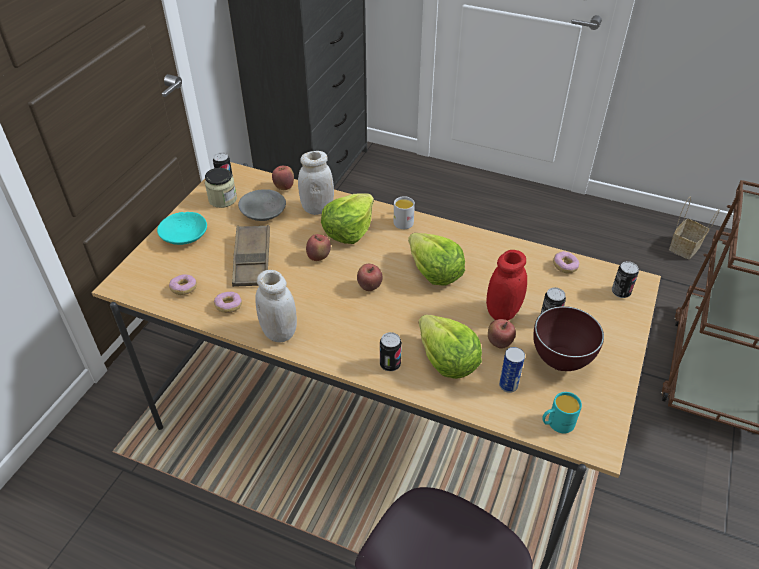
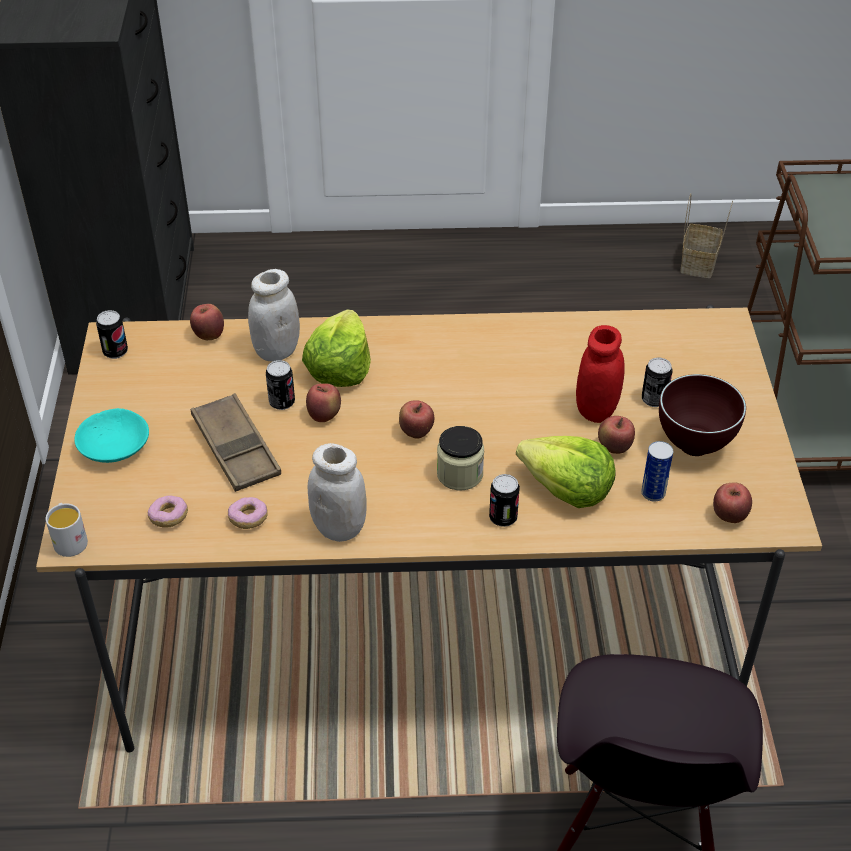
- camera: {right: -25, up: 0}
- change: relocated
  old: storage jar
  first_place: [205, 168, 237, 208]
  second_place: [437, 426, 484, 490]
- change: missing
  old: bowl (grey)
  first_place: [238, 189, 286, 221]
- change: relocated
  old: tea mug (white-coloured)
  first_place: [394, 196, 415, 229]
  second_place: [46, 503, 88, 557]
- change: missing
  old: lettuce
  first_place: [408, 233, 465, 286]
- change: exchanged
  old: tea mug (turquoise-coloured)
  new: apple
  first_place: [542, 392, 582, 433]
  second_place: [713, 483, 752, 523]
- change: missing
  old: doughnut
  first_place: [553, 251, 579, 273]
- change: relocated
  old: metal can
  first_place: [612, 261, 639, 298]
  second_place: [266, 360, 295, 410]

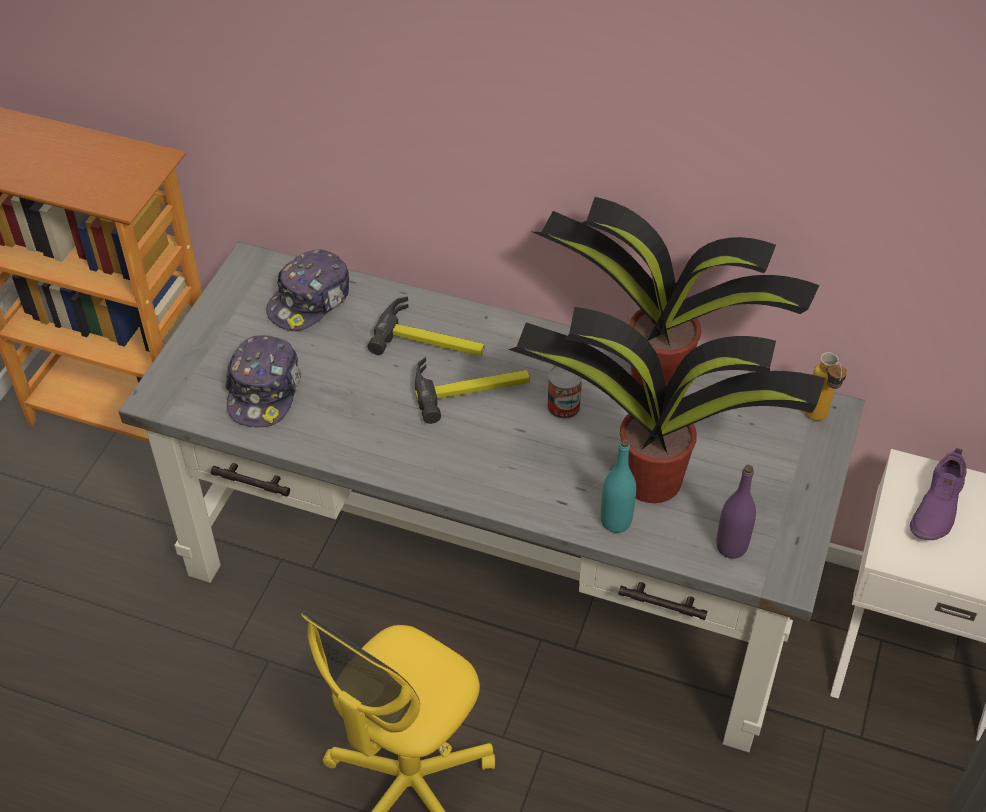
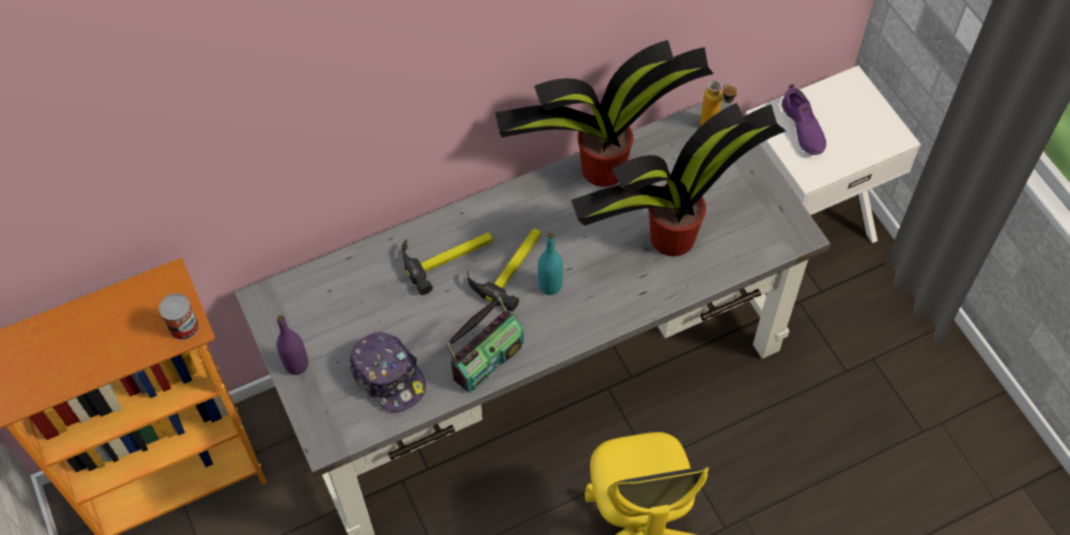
- camera: {right: -45, up: 10}
- change: missing
  old: cap
  first_place: [266, 249, 349, 331]
- change: relocated
  old: metal can
  first_place: [547, 366, 582, 419]
  second_place: [159, 293, 199, 340]
- change: relocated
  old: beverage bottle (turquoise-coloured)
  first_place: [601, 439, 636, 533]
  second_place: [538, 233, 563, 295]
- change: relocated
  old: beverage bottle (purple)
  first_place: [716, 465, 756, 559]
  second_place: [277, 315, 308, 375]
- change: appeared
  new: radio receiver
  second_place: [446, 297, 524, 393]

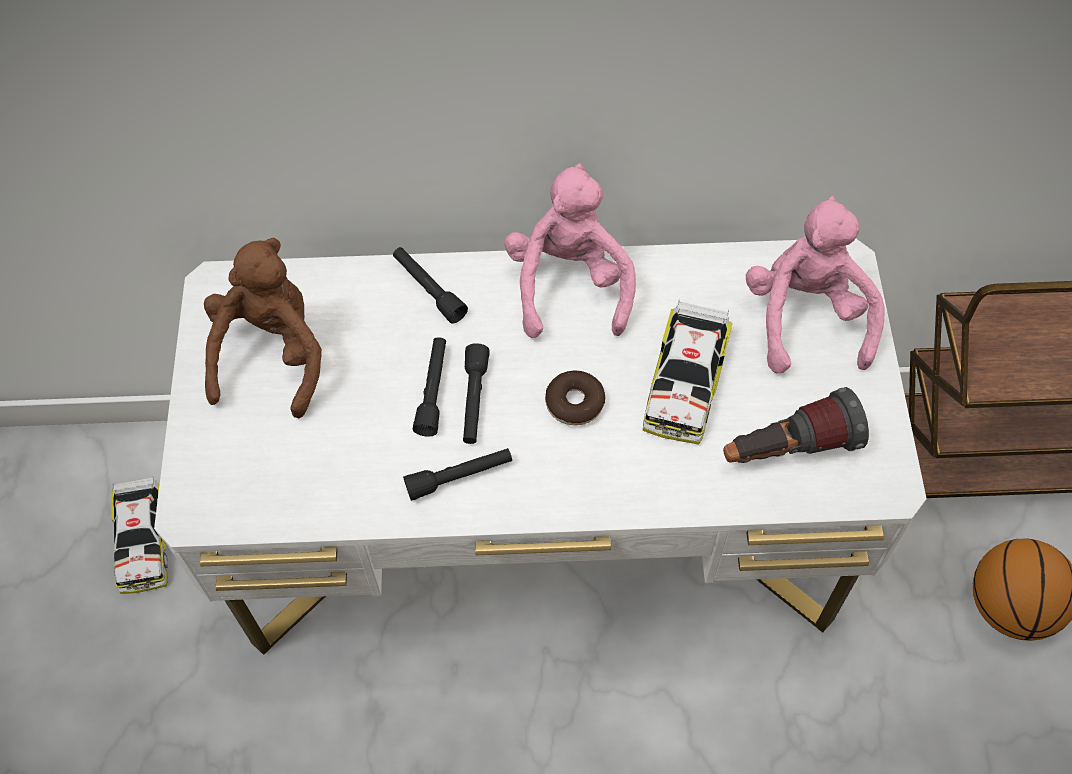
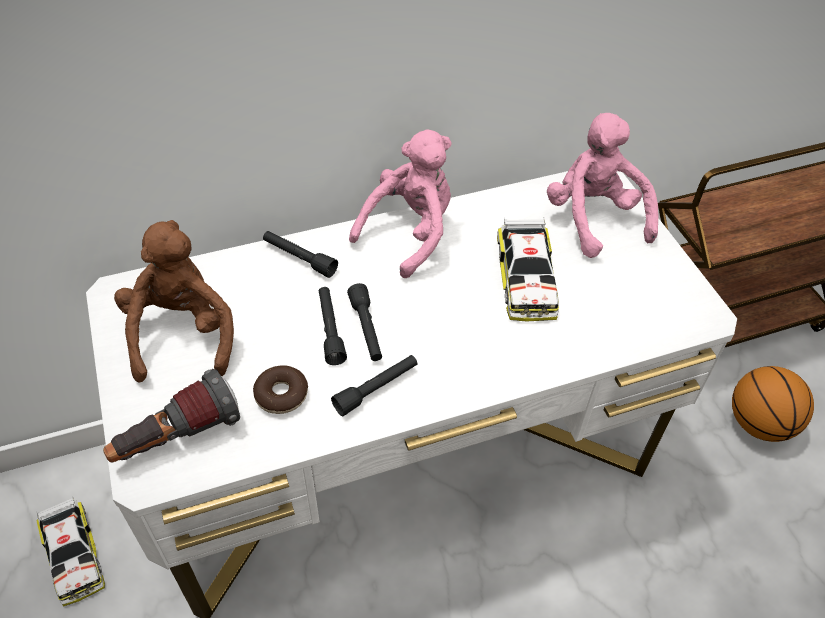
- camera: {right: -20, up: -10}
- change: spun
  old: soft toy (pinkish)
  first_place: [504, 163, 636, 338]
  second_place: [349, 129, 452, 278]
  degrees: 60
- change: relocated
  old: doughnut
  first_place: [545, 371, 605, 425]
  second_place: [253, 365, 308, 414]
- change: relocated
  old: hand torch
  first_place: [723, 387, 869, 463]
  second_place: [103, 369, 240, 462]

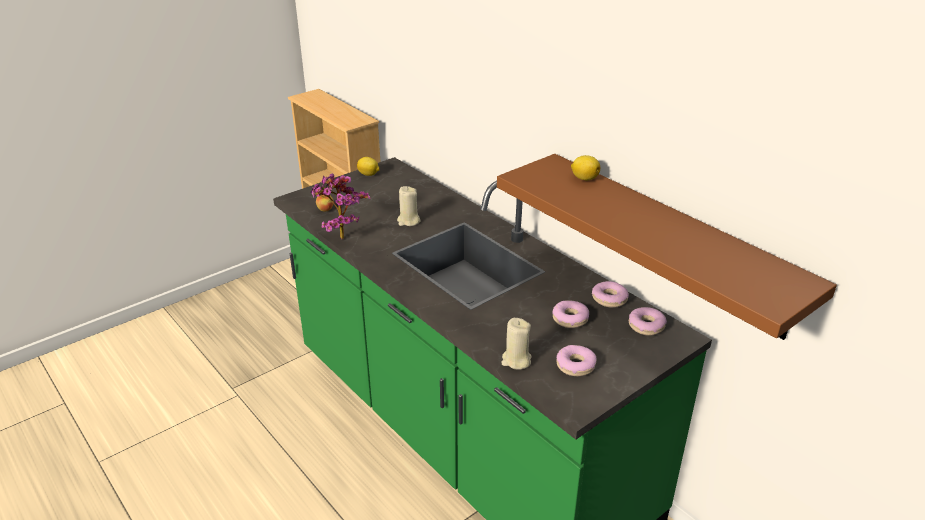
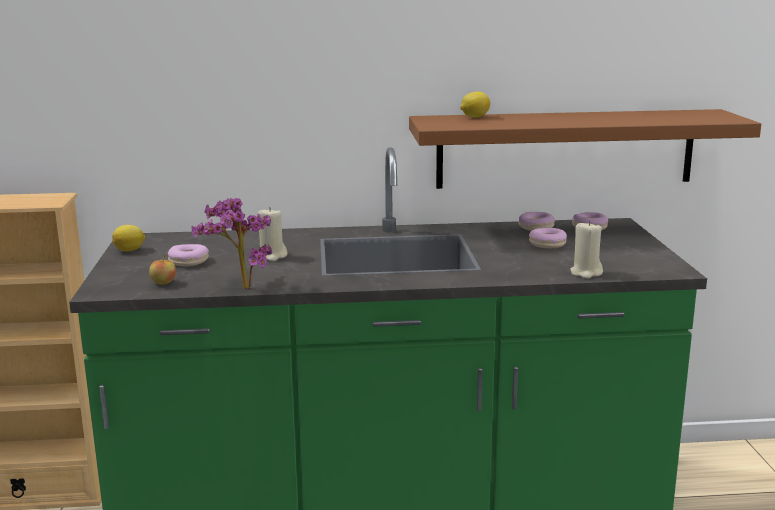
- camera: {right: -55, up: -15}
- change: relocated
  old: doughnut
  first_place: [556, 345, 597, 376]
  second_place: [168, 244, 209, 266]

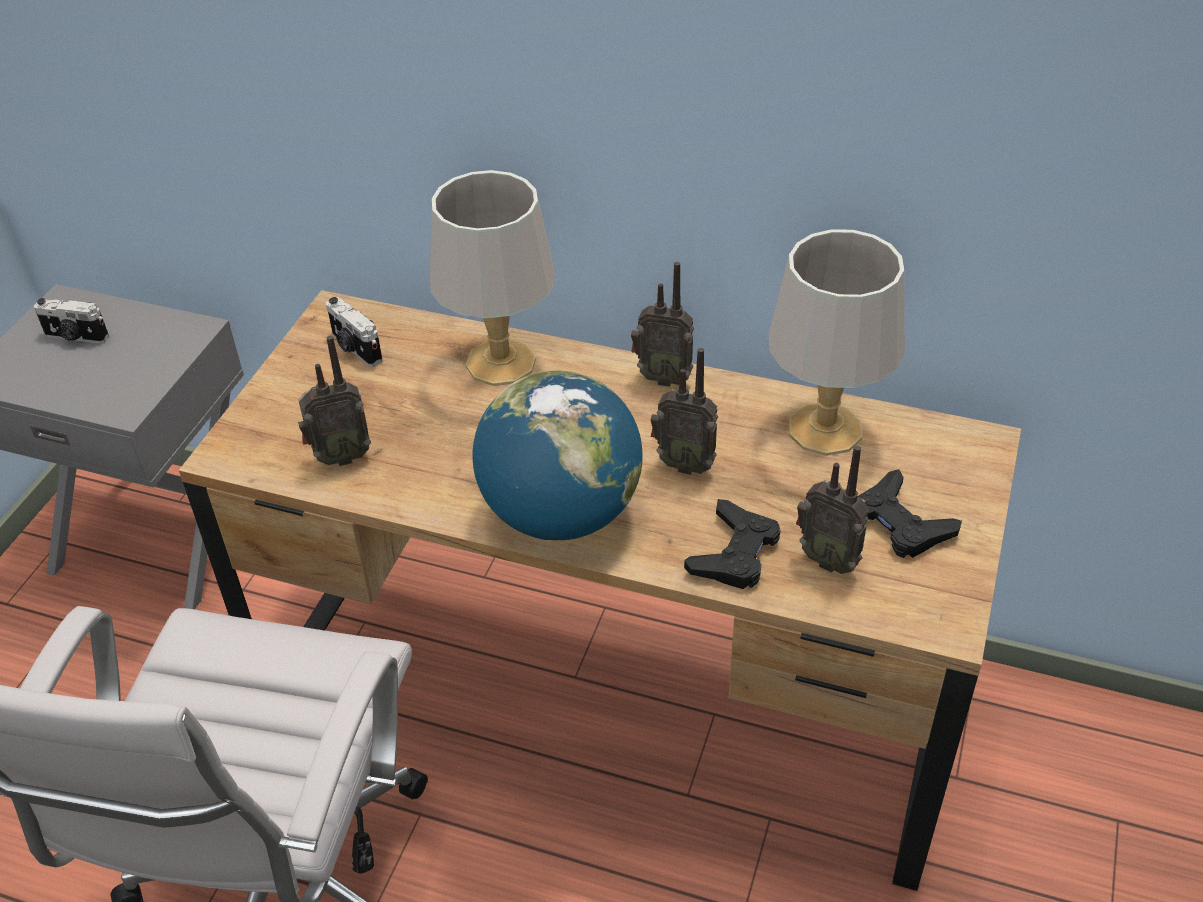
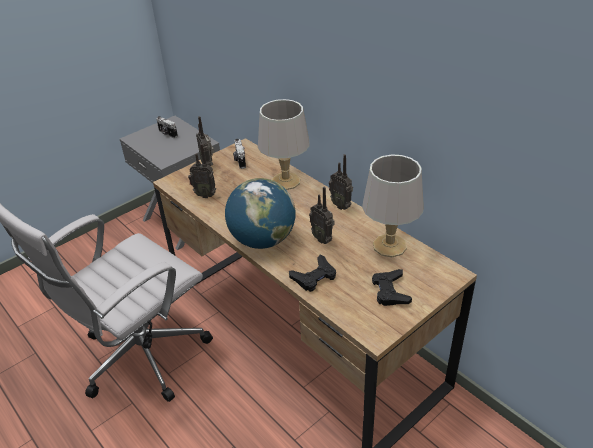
- camera: {right: 30, up: -5}
- change: relocated
  old: radio receiver
  first_place: [796, 445, 869, 574]
  second_place: [196, 116, 214, 166]

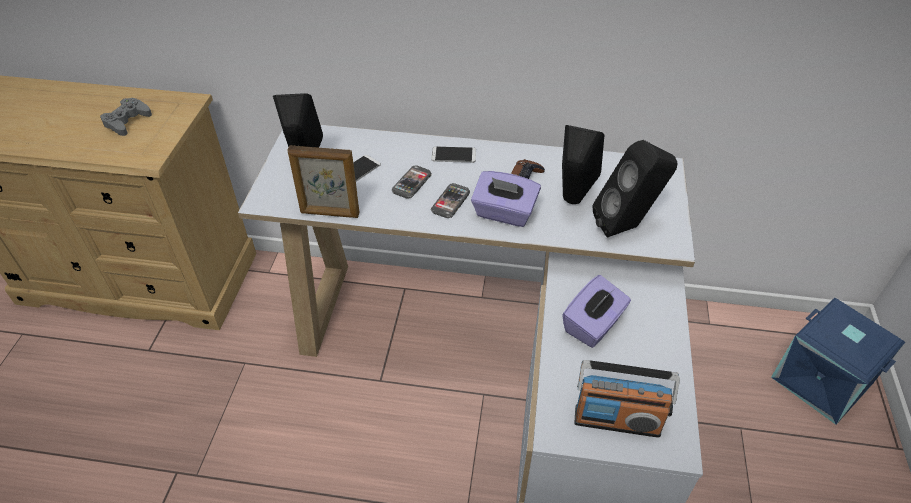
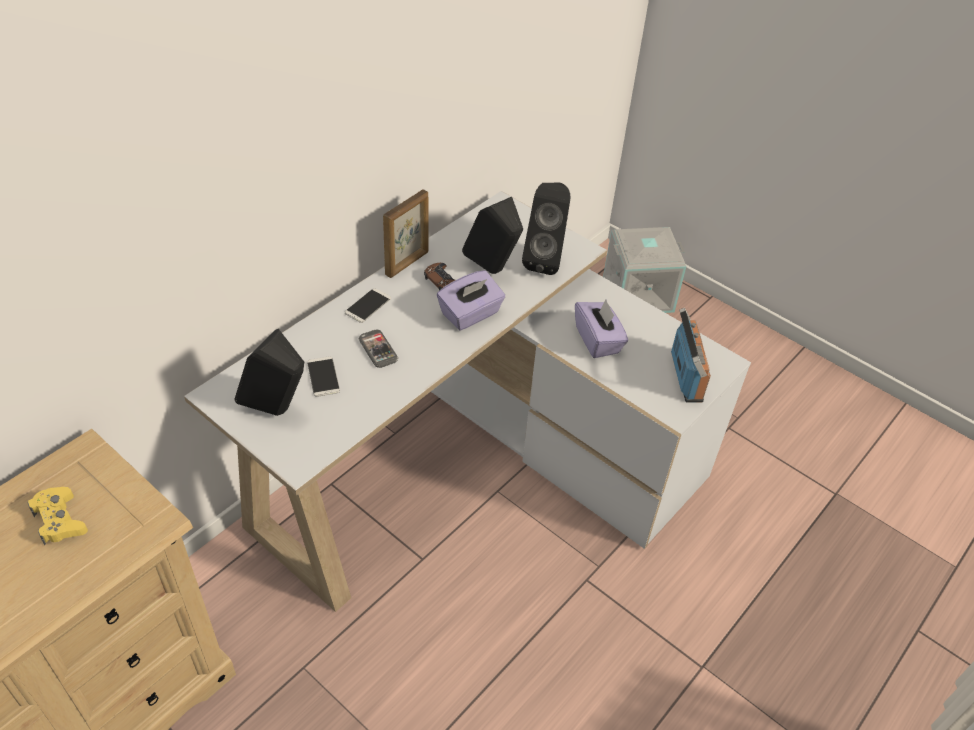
- camera: {right: -60, up: 0}
- change: colour
  old: game controller (grey)
  new: game controller (yellow)
  first_place: [100, 98, 152, 136]
  second_place: [27, 487, 88, 545]
- change: relocated
  old: photo frame
  first_place: [287, 145, 360, 218]
  second_place: [383, 189, 429, 278]
- change: missing
  old: phone
  first_place: [431, 183, 470, 218]
- change: spun
  old: radio receiver
  first_place: [574, 360, 680, 437]
  second_place: [671, 308, 711, 402]
  degrees: -45
- change: colour
  old: storage bin (blue)
  new: storage bin (grey)
  first_place: [771, 298, 905, 425]
  second_place: [603, 227, 687, 313]

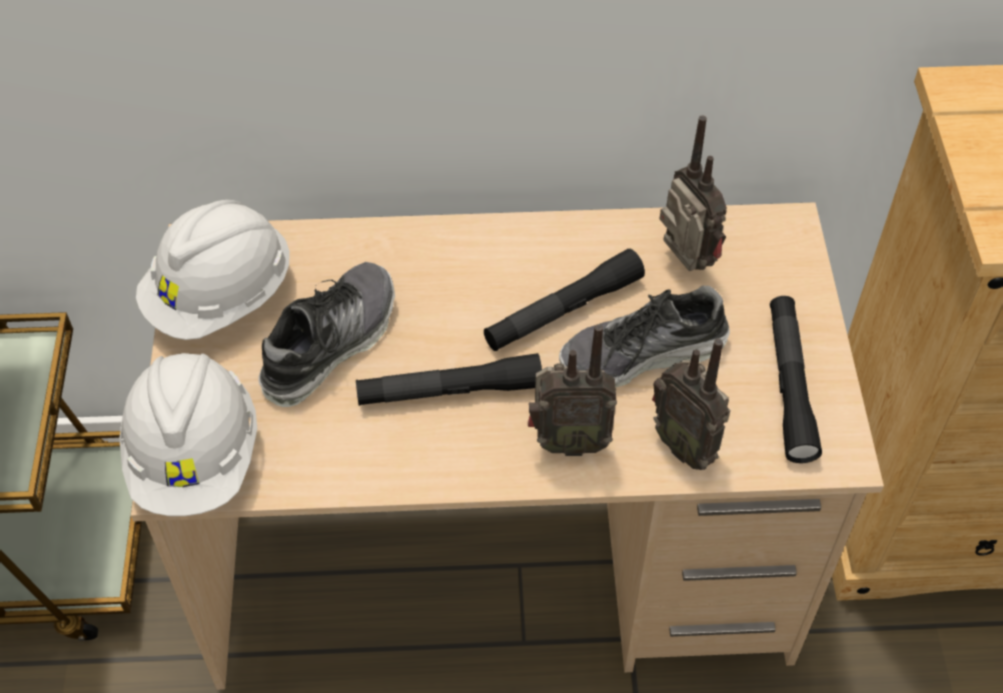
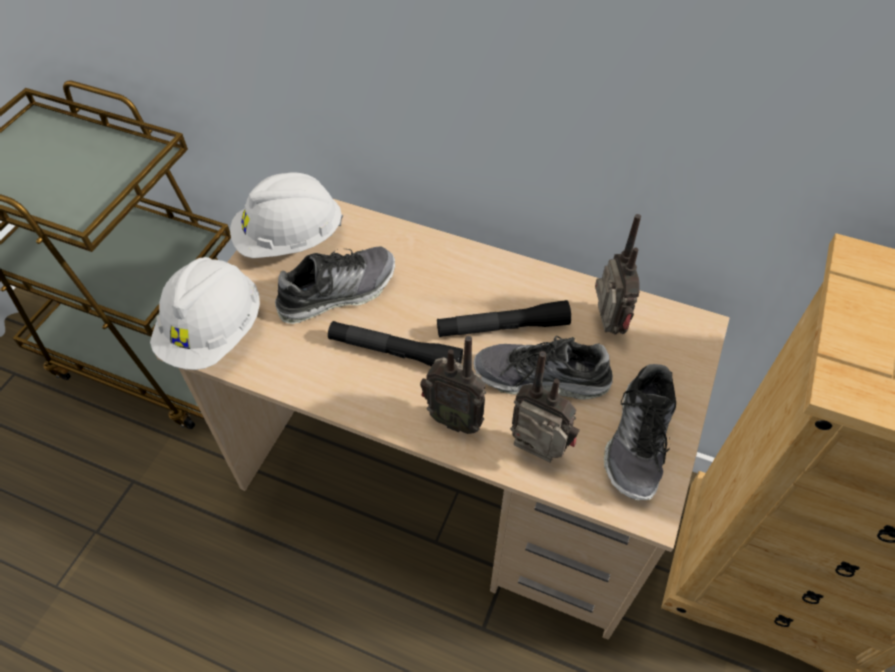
- camera: {right: 25, up: 0}
- change: spun
  old: radio receiver
  first_place: [652, 339, 730, 470]
  second_place: [510, 351, 580, 463]
  degrees: 135
- change: exchanged
  old: hand torch (black)
  new: shoe
  first_place: [770, 296, 822, 463]
  second_place: [604, 364, 676, 500]

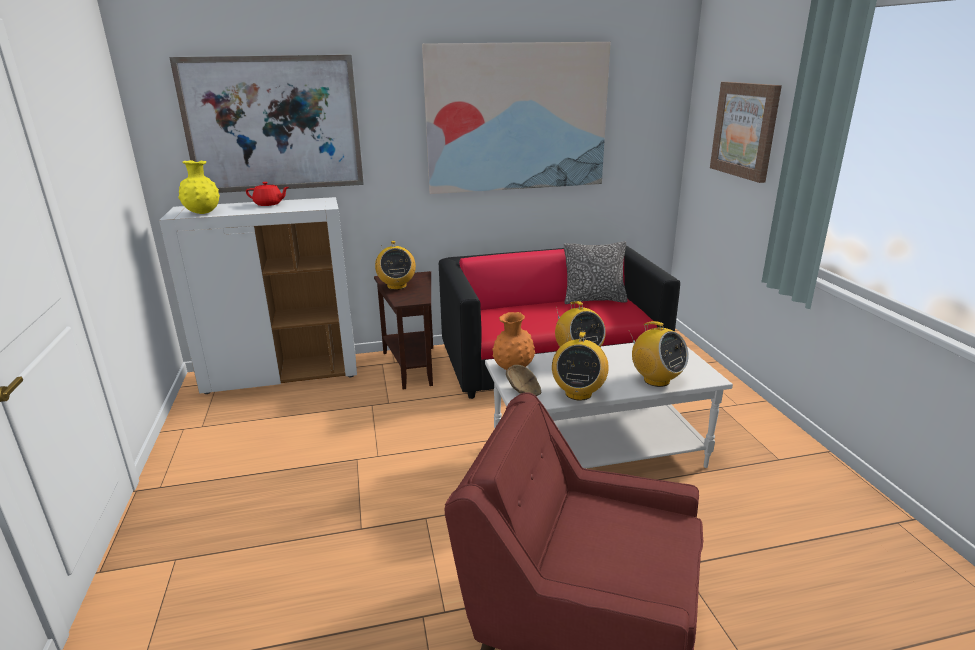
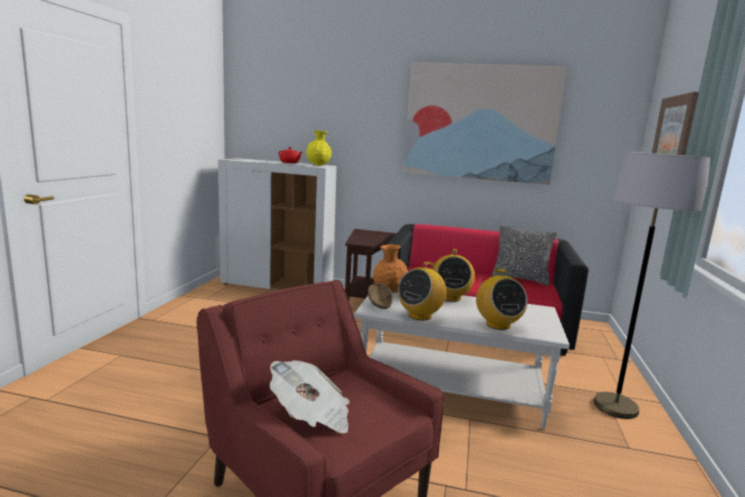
- camera: {right: 25, up: -10}
- change: missing
  old: wall picture
  first_place: [169, 55, 364, 193]
- change: relocated
  old: flower vase (yellow)
  first_place: [178, 160, 220, 214]
  second_place: [306, 130, 332, 166]
- change: missing
  old: radio receiver
  first_place: [375, 241, 416, 290]
- change: appeared
  new: printed paper
  second_place: [269, 360, 349, 433]
- change: appeared
  new: standard lamp (grey)
  second_place: [594, 152, 711, 419]

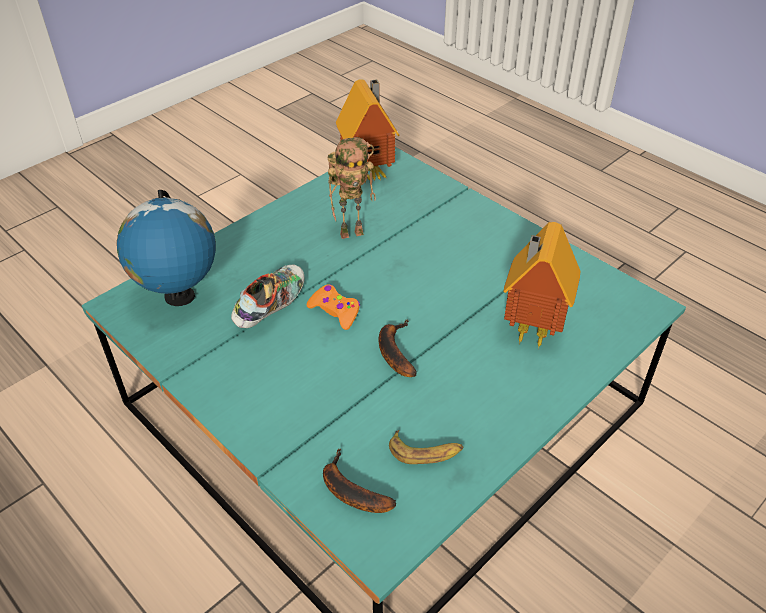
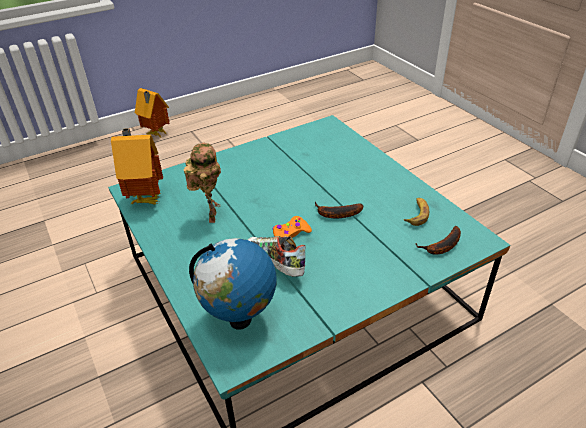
- camera: {right: -75, up: -5}
- change: relocated
  old: model house
  first_place: [503, 222, 580, 349]
  second_place: [135, 88, 169, 137]

